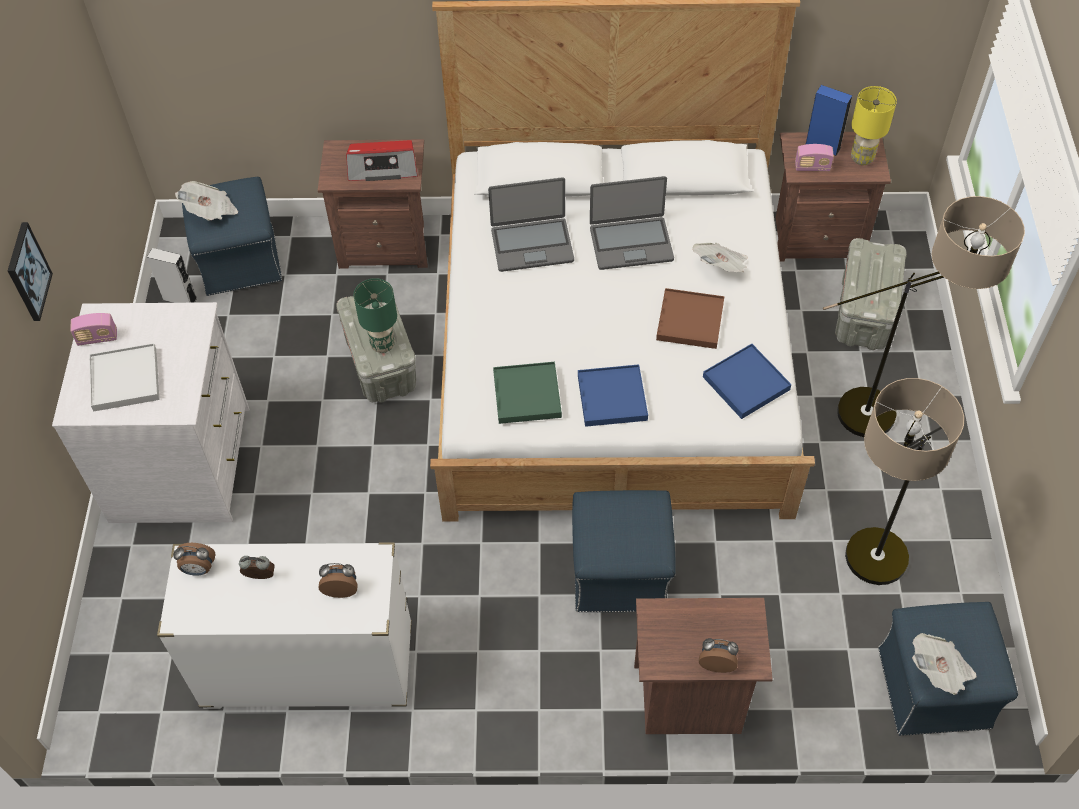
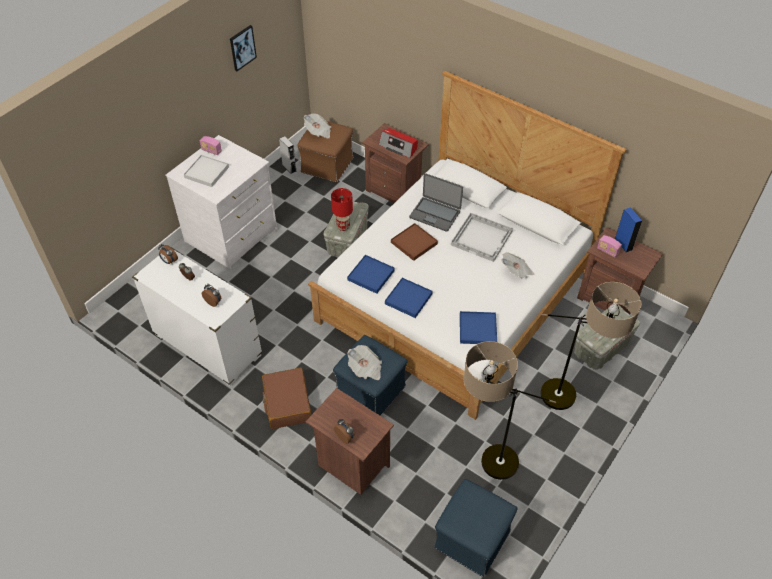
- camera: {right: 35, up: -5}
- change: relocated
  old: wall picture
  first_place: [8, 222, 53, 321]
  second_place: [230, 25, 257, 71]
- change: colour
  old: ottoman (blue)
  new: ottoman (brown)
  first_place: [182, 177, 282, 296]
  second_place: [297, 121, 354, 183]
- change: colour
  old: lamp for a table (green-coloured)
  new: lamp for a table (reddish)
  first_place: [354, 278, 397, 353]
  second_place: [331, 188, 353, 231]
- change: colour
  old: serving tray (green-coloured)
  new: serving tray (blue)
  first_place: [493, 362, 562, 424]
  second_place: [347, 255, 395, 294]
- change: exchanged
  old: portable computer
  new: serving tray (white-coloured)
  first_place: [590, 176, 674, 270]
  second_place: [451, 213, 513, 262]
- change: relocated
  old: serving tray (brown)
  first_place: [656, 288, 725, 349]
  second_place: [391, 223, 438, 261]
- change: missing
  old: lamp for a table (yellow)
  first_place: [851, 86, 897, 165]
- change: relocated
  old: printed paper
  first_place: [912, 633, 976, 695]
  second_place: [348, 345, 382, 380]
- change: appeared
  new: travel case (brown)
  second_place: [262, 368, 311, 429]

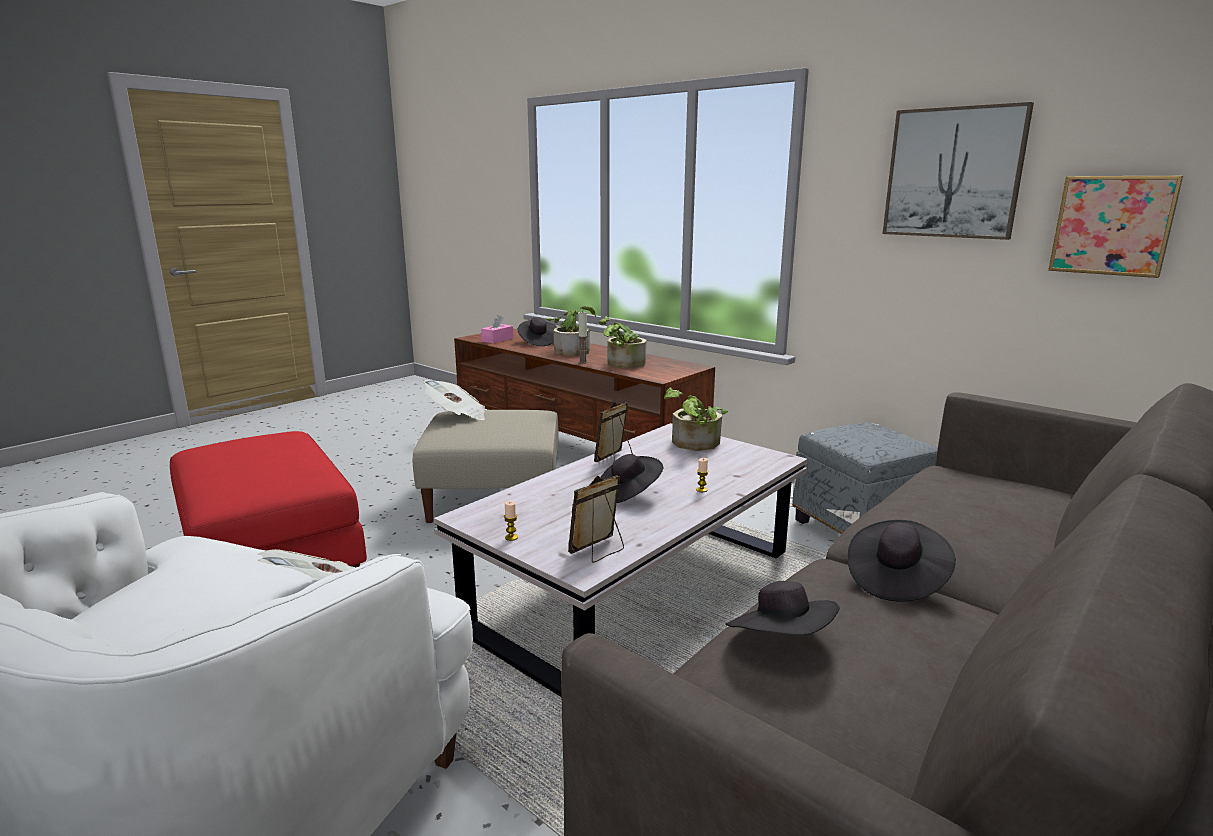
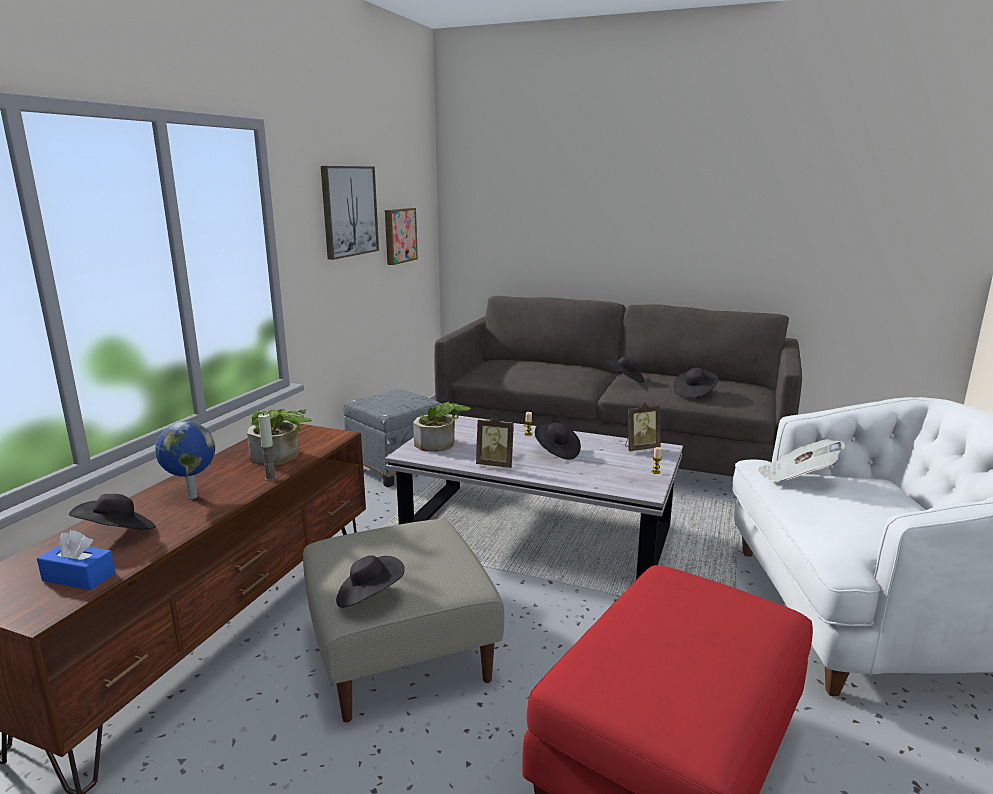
- camera: {right: -110, up: 0}
- change: exchanged
  old: printed paper
  new: hat (black)
  first_place: [424, 380, 485, 420]
  second_place: [336, 555, 405, 608]
- change: colour
  old: tissue holder (pinkish)
  new: tissue holder (blue)
  first_place: [481, 315, 513, 343]
  second_place: [37, 530, 116, 590]
- change: exchanged
  old: potted plant
  new: desk globe
  first_place: [546, 306, 596, 356]
  second_place: [155, 421, 215, 499]
- change: spun
  old: photo frame
  first_place: [568, 475, 624, 563]
  second_place: [625, 402, 661, 451]
  degrees: -45

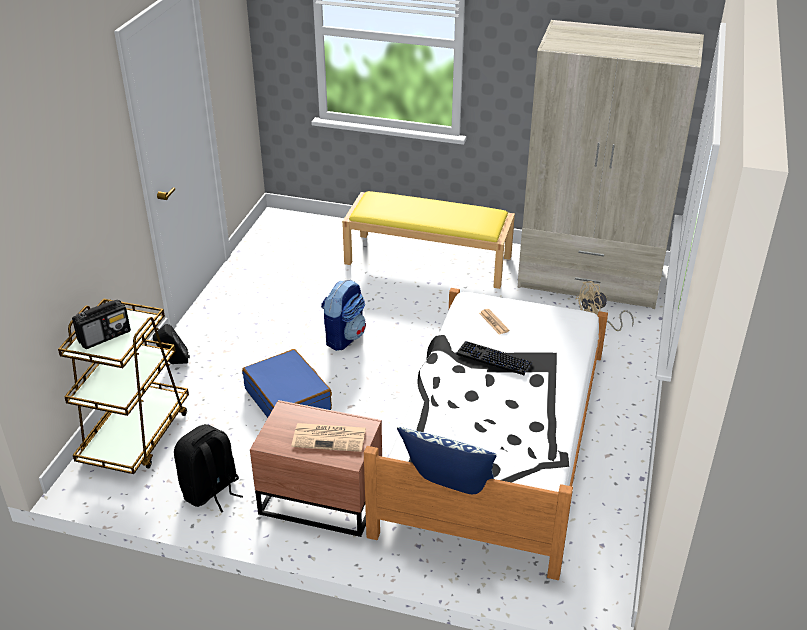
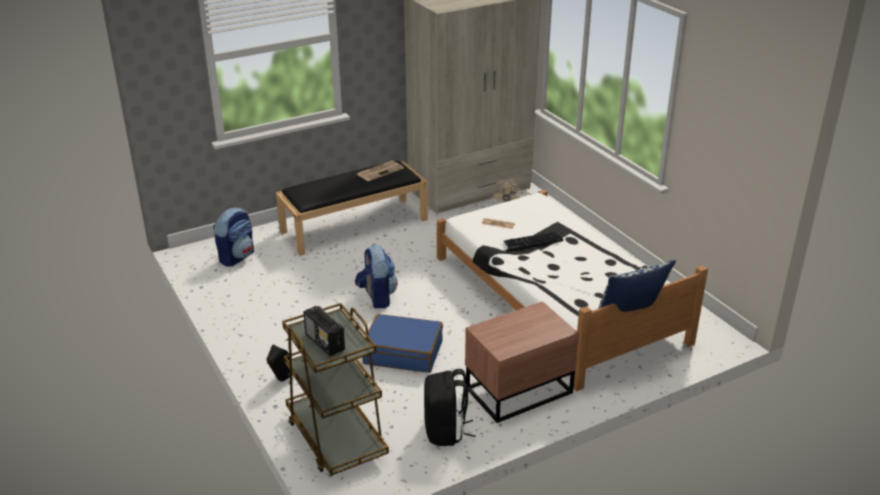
- camera: {right: -45, up: -5}
- change: spun
  old: radio receiver
  first_place: [72, 300, 131, 349]
  second_place: [303, 306, 345, 356]
  degrees: 135
- change: relocated
  old: printed paper
  first_place: [291, 423, 366, 452]
  second_place: [357, 161, 404, 181]
- change: colour
  old: long seat (yellow)
  new: long seat (black)
  first_place: [342, 191, 515, 289]
  second_place: [276, 161, 428, 256]
- change: appeared
  new: backpack
  second_place: [213, 207, 254, 267]

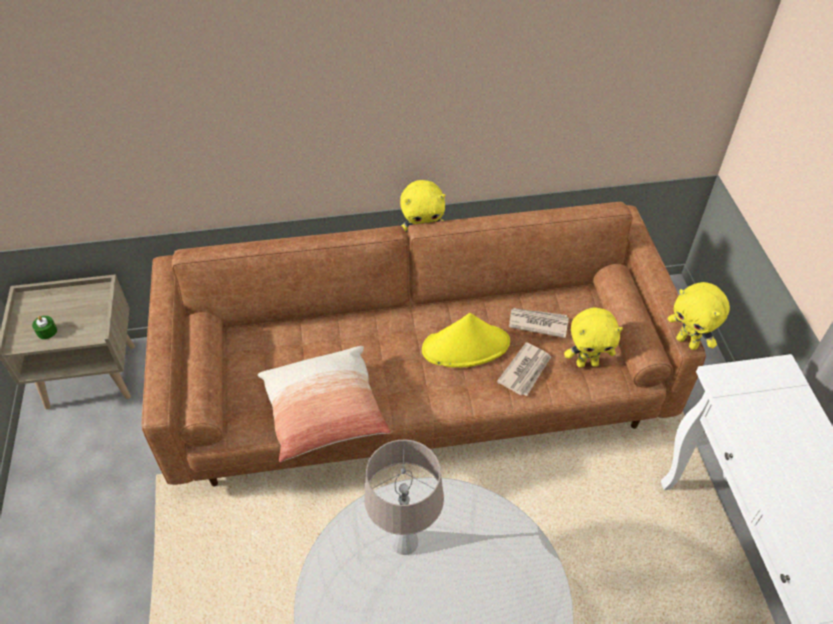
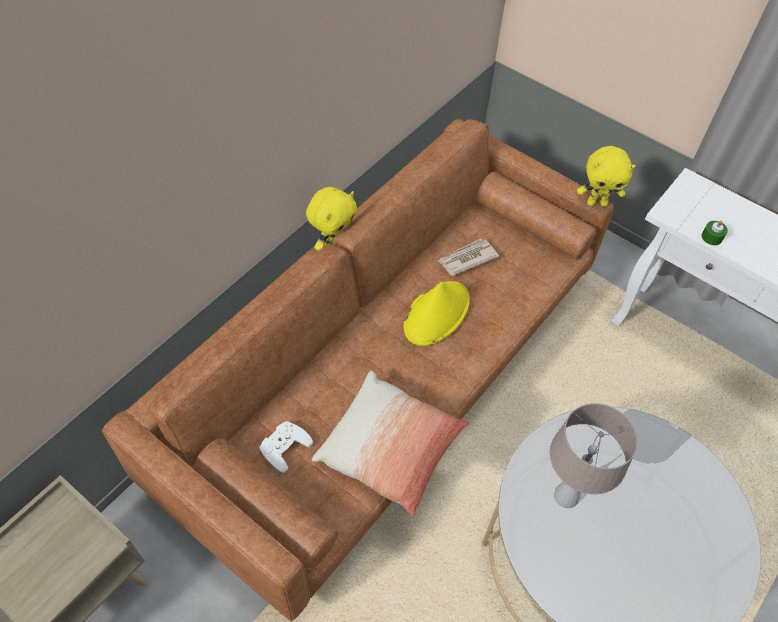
- camera: {right: -45, up: 5}
- change: relocated
  old: wax candle (green-coloured)
  first_place: [32, 316, 57, 339]
  second_place: [701, 221, 728, 245]
- change: missing
  old: printed paper
  first_place: [497, 342, 551, 396]
- change: missing
  old: soft toy (yellow)
  first_place: [564, 307, 623, 368]
- change: appeared
  new: game controller (white-coloured)
  second_place: [259, 421, 313, 473]

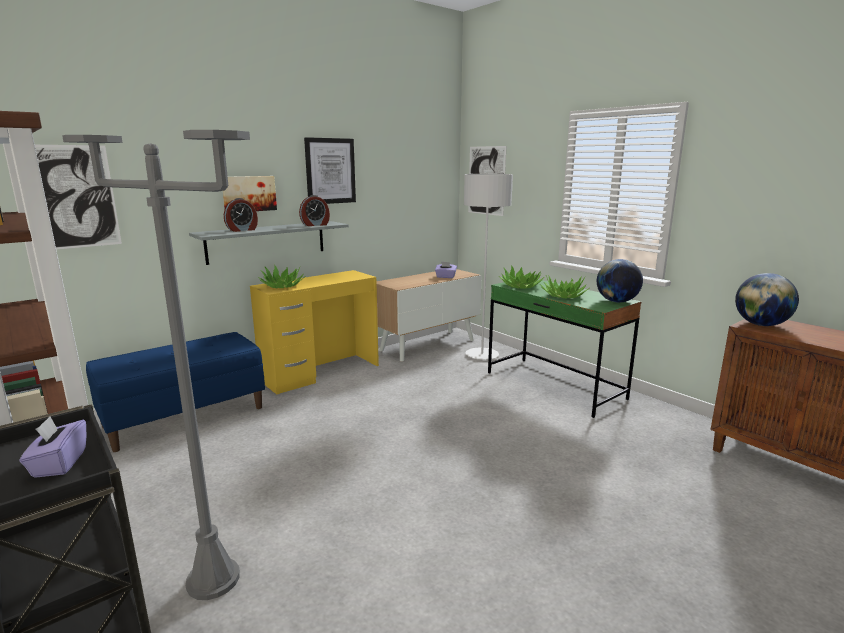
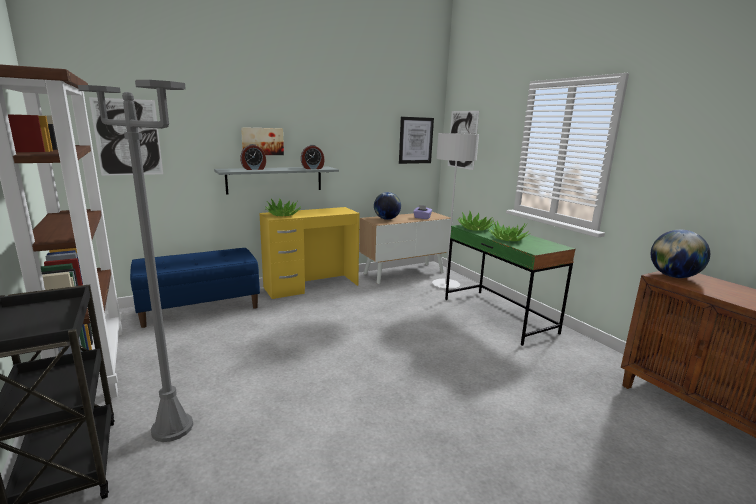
- camera: {right: 10, up: 0}
- change: missing
  old: tissue holder (purple)
  first_place: [19, 416, 86, 478]
- change: relocated
  old: wall picture
  first_place: [304, 137, 356, 204]
  second_place: [399, 117, 434, 164]
- change: relocated
  old: desk globe
  first_place: [597, 259, 643, 303]
  second_place: [374, 192, 401, 220]

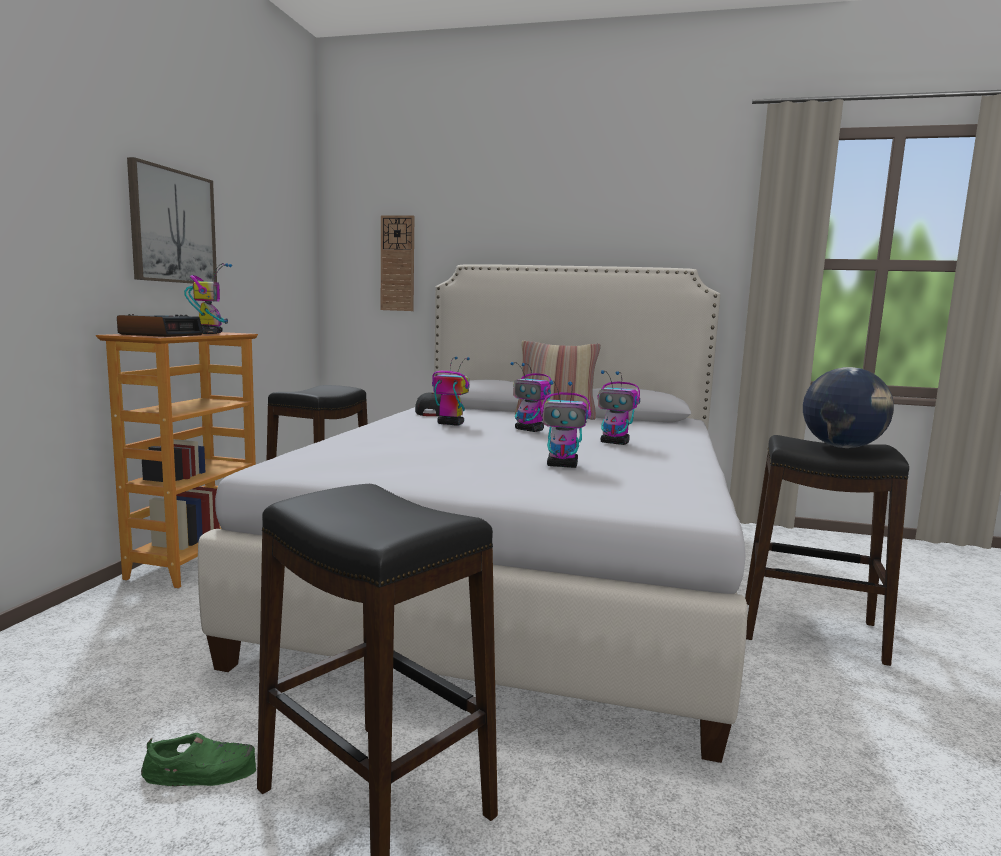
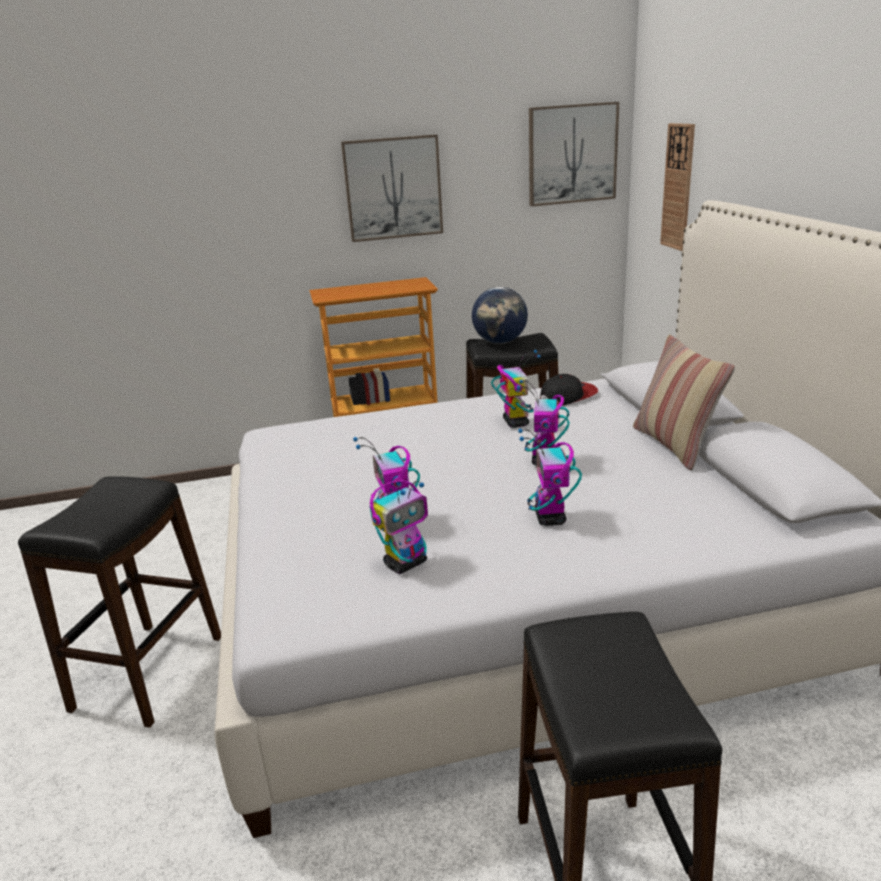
- camera: {right: 65, up: 15}
- change: missing
  old: table clock
  first_place: [117, 314, 203, 337]
- change: missing
  old: shoe (green-coloured)
  first_place: [141, 733, 256, 786]
- change: relocated
  old: model robot
  first_place: [184, 263, 232, 334]
  second_place: [370, 480, 428, 574]
- change: relocated
  old: desk globe
  first_place: [803, 367, 894, 448]
  second_place: [472, 287, 528, 344]
- change: appeared
  new: wall picture
  second_place: [529, 102, 619, 206]

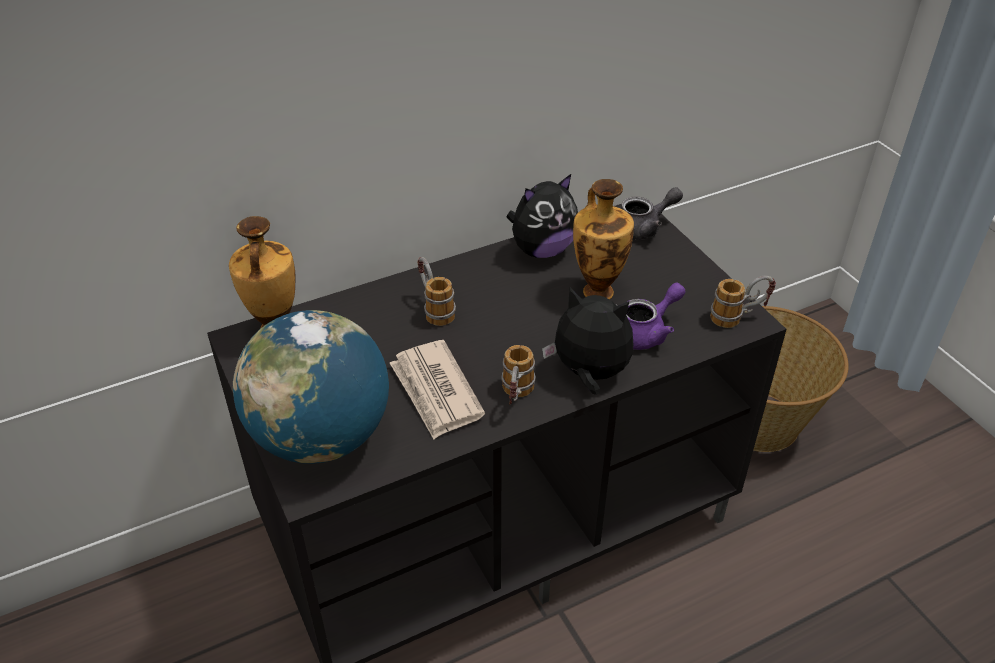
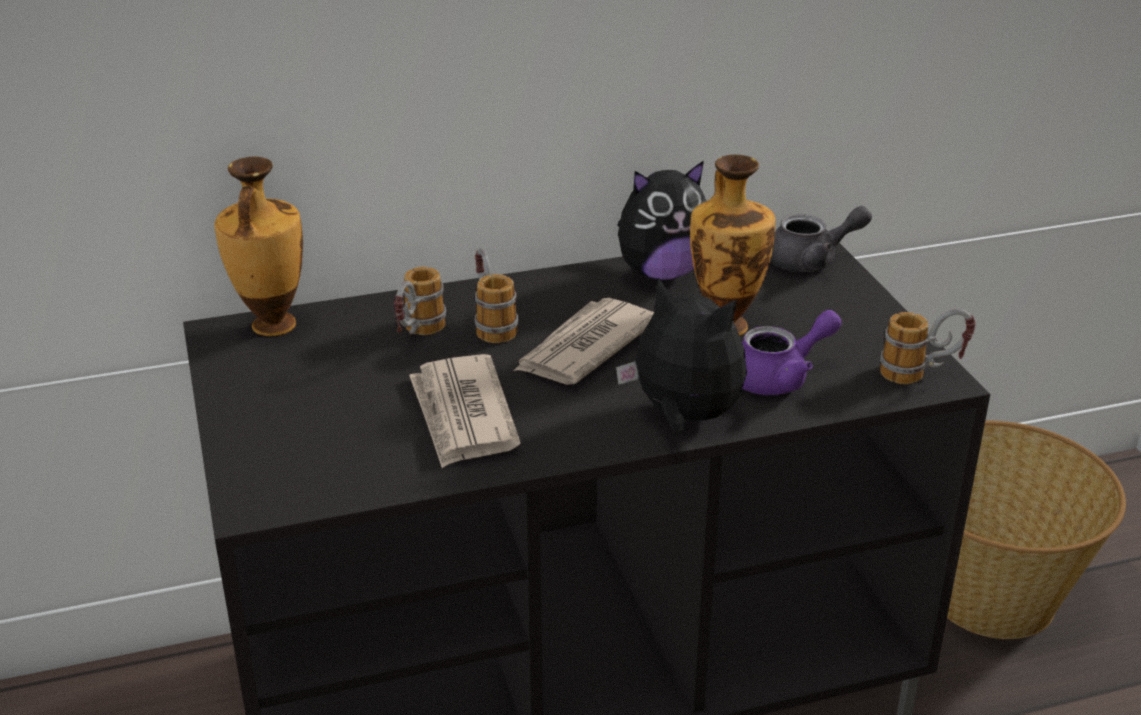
- camera: {right: 10, up: -10}
- change: missing
  old: desk globe
  first_place: [233, 310, 389, 464]
- change: relocated
  old: tea mug
  first_place: [501, 345, 536, 405]
  second_place: [394, 267, 446, 335]
- change: appeared
  new: printed paper
  second_place: [514, 298, 654, 385]

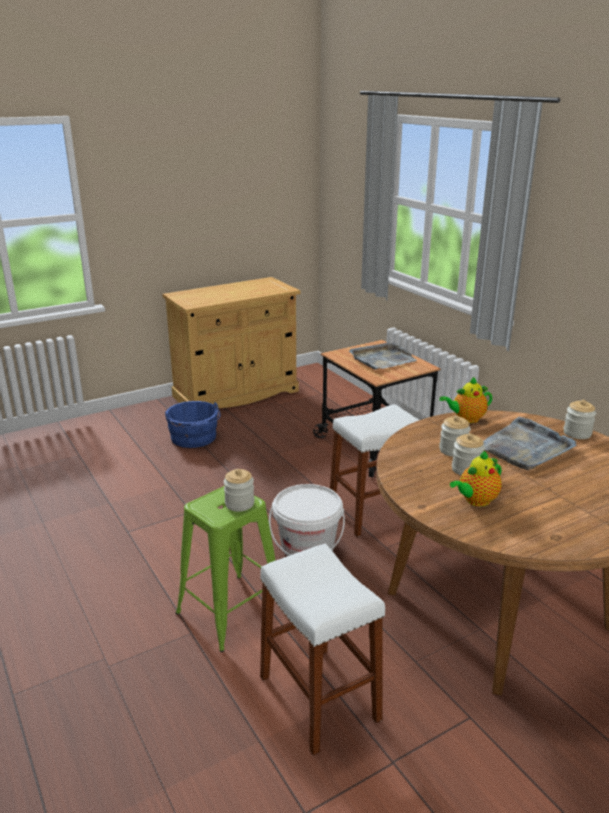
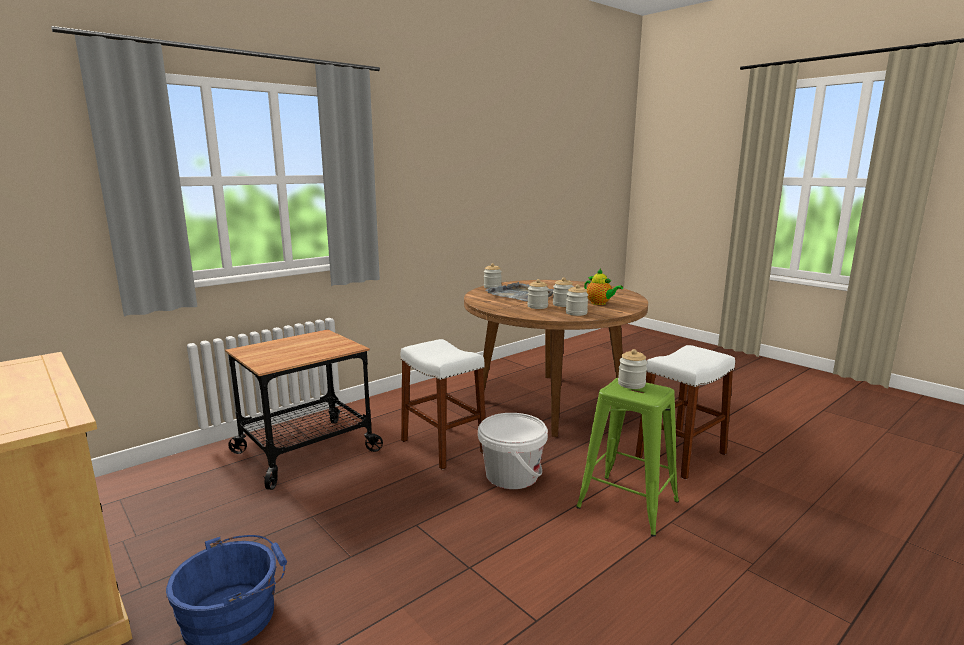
- camera: {right: -100, up: -10}
- change: missing
  old: serving tray (grey)
  first_place: [349, 343, 417, 369]
- change: missing
  old: teapot
  first_place: [439, 377, 492, 423]
- change: appeared
  new: storage jar
  second_place: [566, 284, 589, 316]

